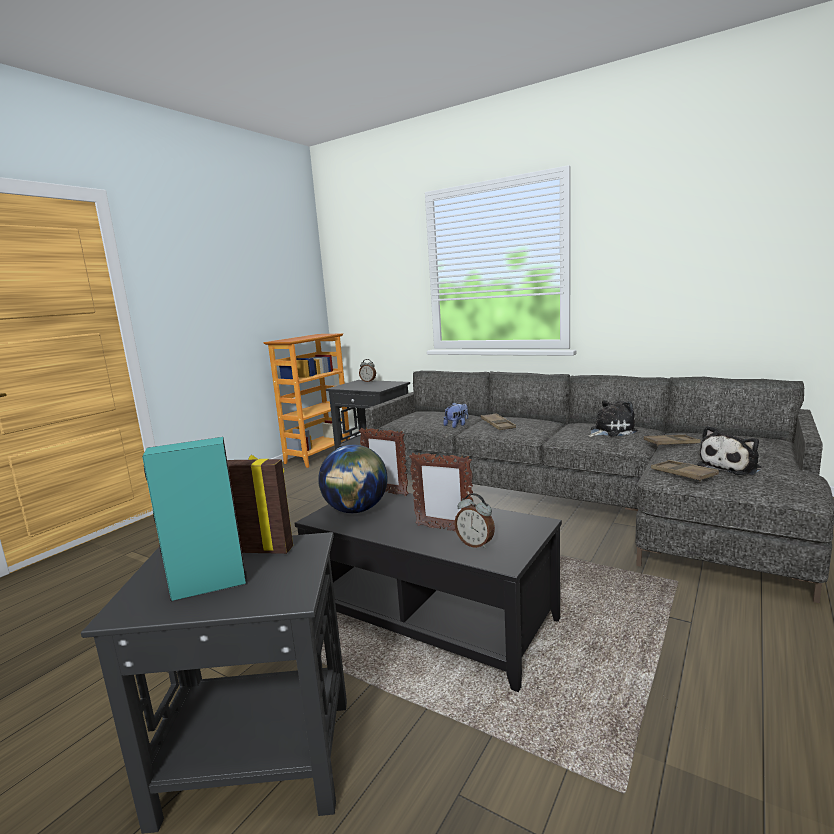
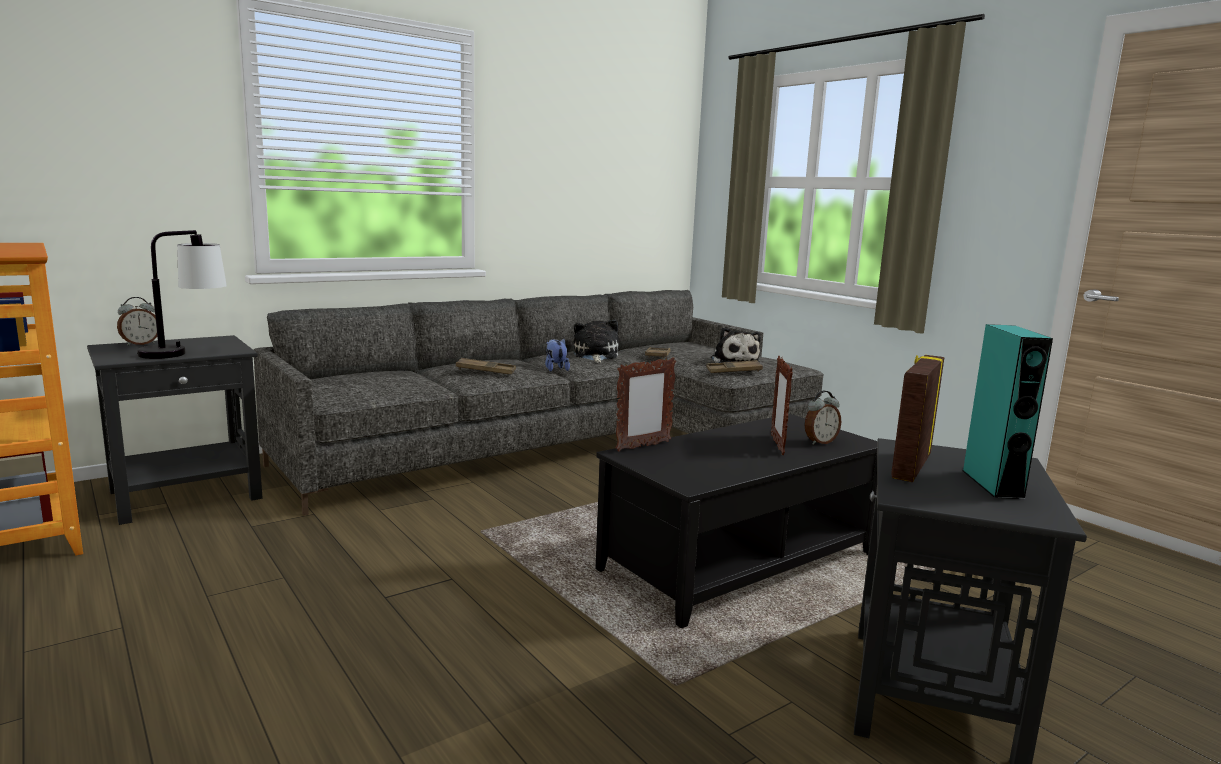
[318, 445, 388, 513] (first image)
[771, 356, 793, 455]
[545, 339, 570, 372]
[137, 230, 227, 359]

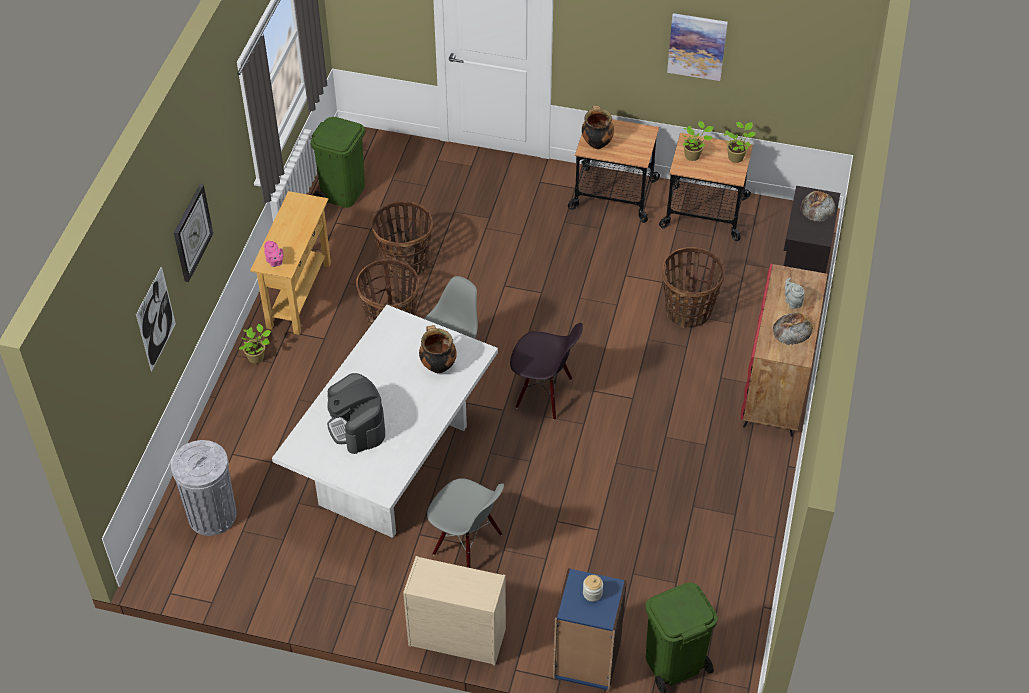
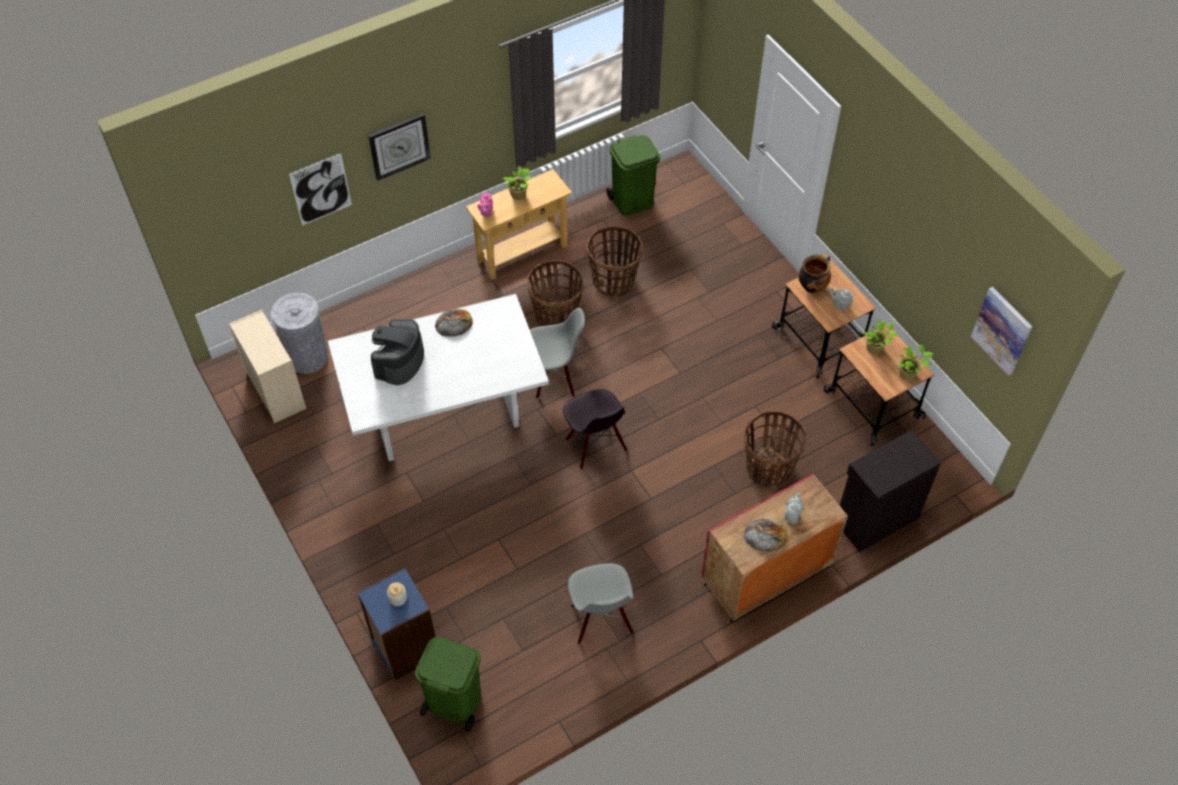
[503, 167, 531, 200]
[229, 310, 306, 423]
[419, 325, 457, 373] (first image)
[568, 563, 634, 644]
[971, 287, 1032, 376]
[435, 309, 473, 337]
[829, 288, 853, 311]

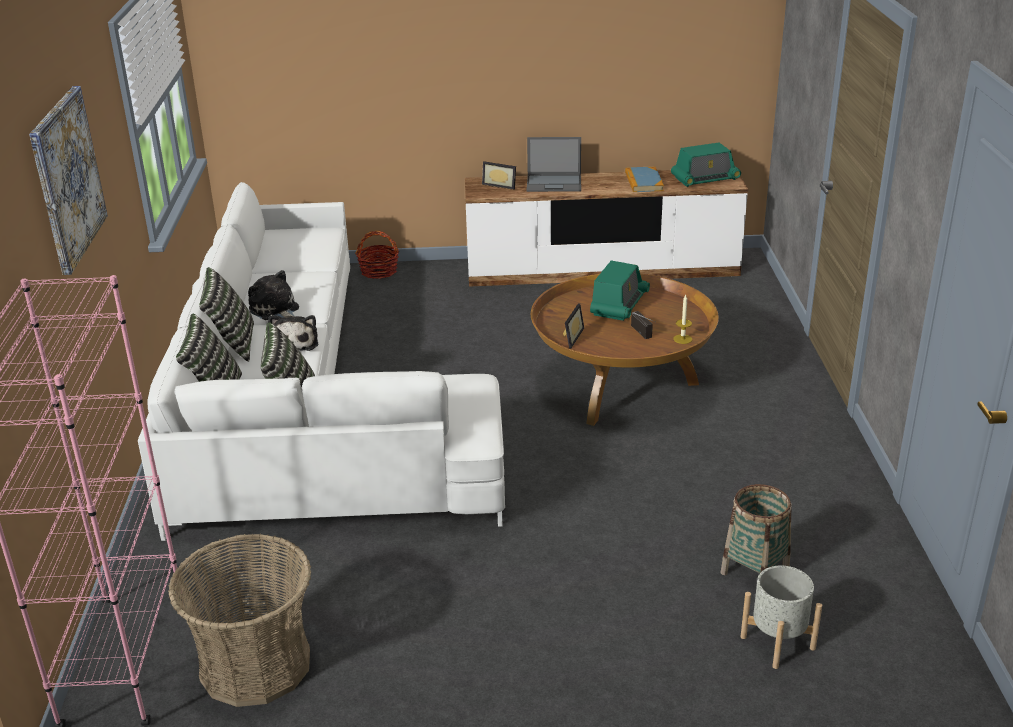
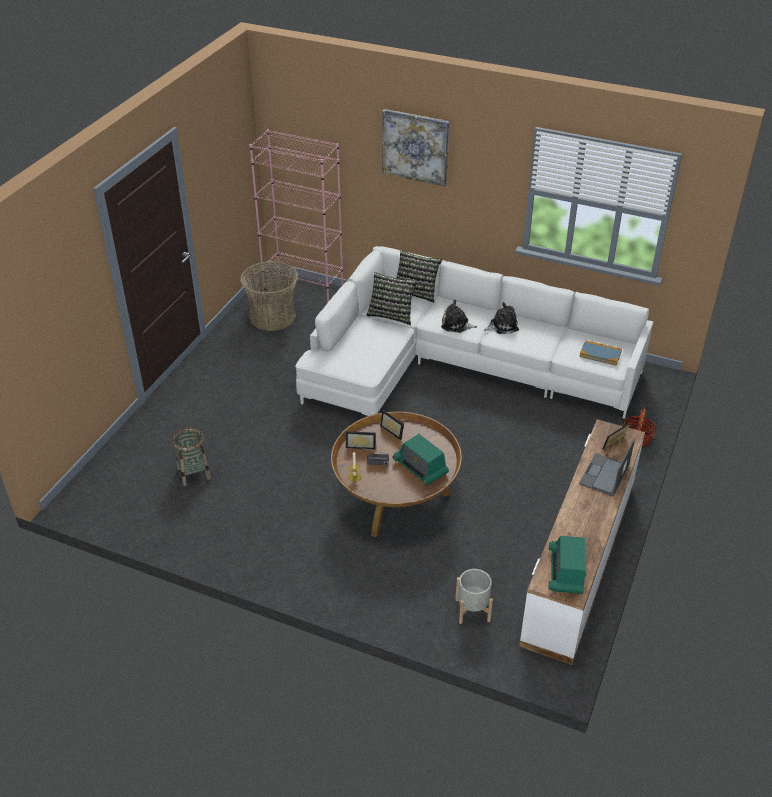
[199, 267, 254, 362] (first image)
[579, 340, 622, 366]
[455, 569, 493, 624]
[346, 431, 376, 450]

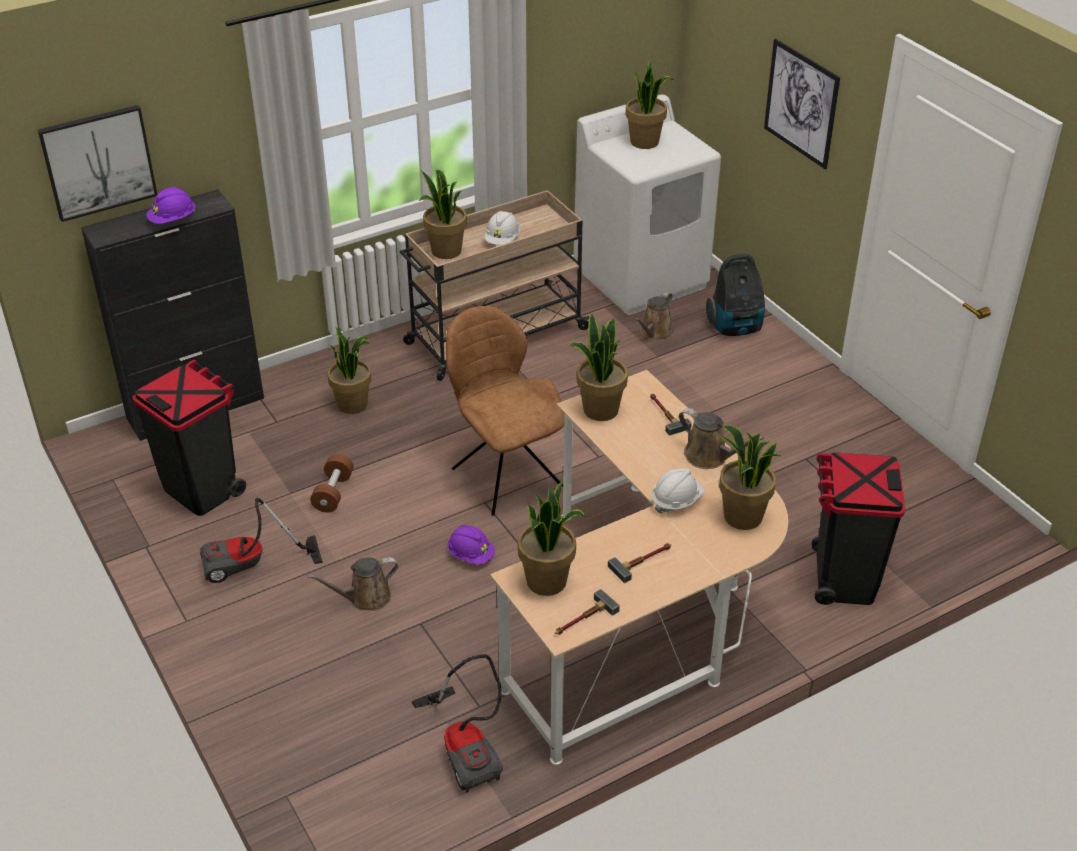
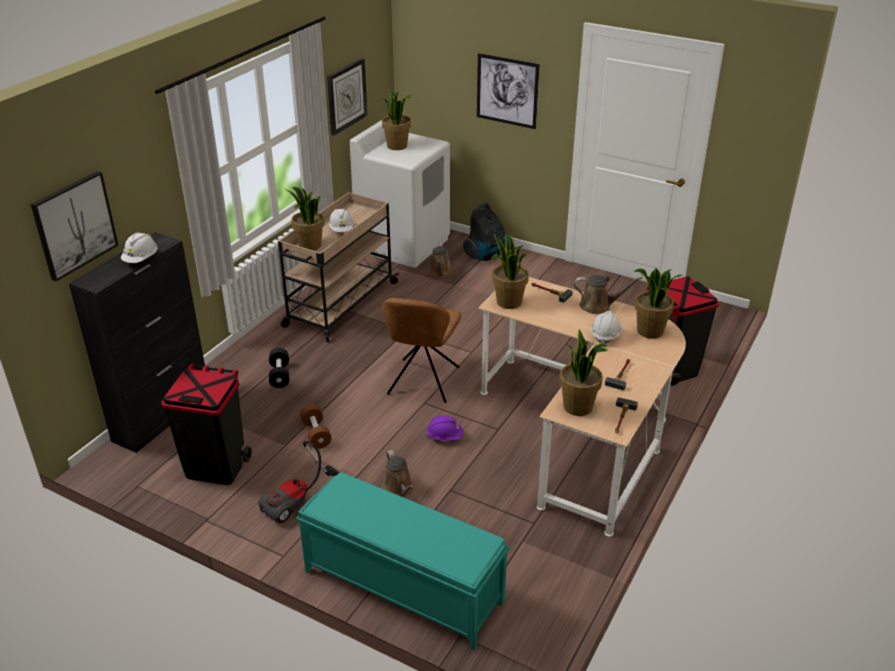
[121, 232, 158, 263]
[382, 450, 414, 498]
[269, 348, 289, 388]
[412, 654, 503, 793] (first image)
[382, 298, 461, 403]
[296, 473, 510, 650]
[327, 58, 367, 136]

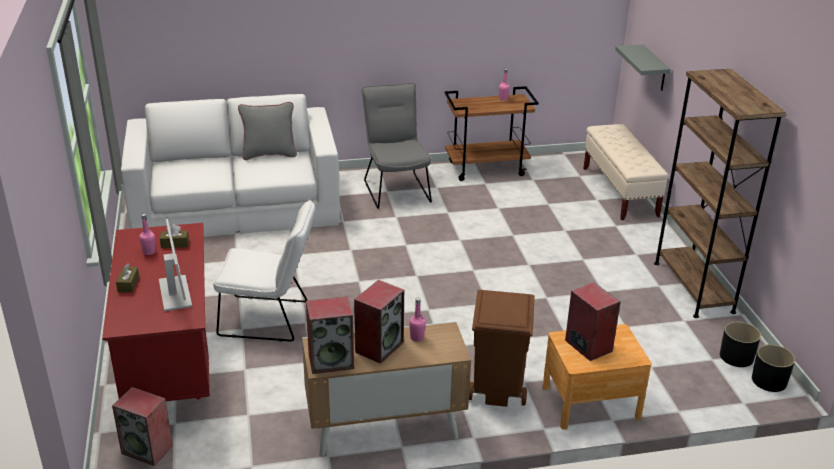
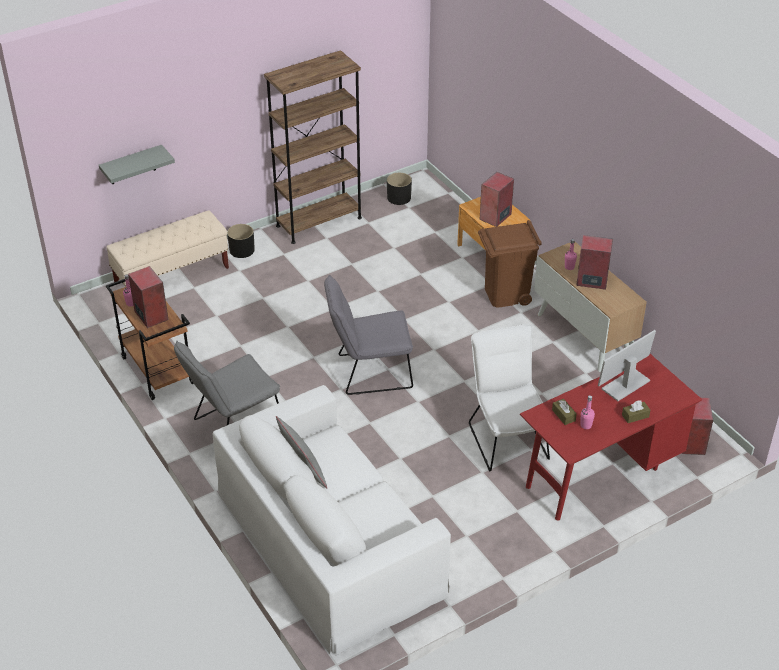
[128, 266, 169, 328]
[227, 224, 255, 258]
[324, 275, 413, 395]

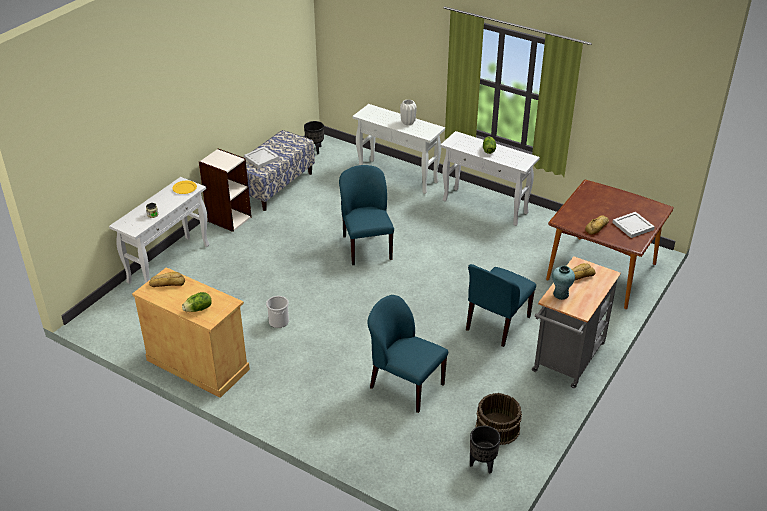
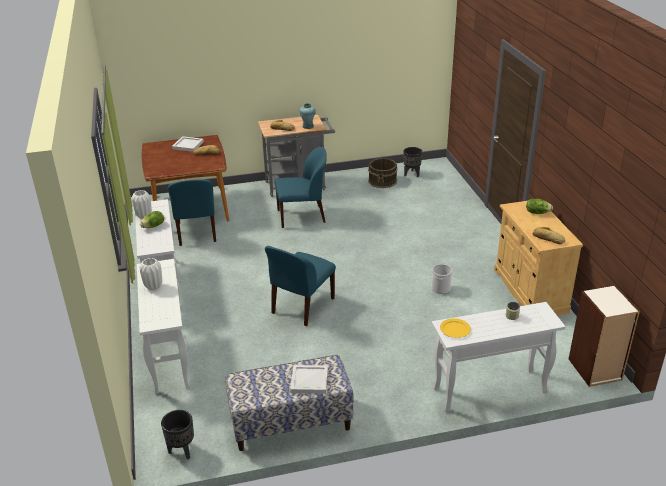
[569, 285, 640, 387]
[168, 180, 216, 246]
[131, 190, 152, 219]

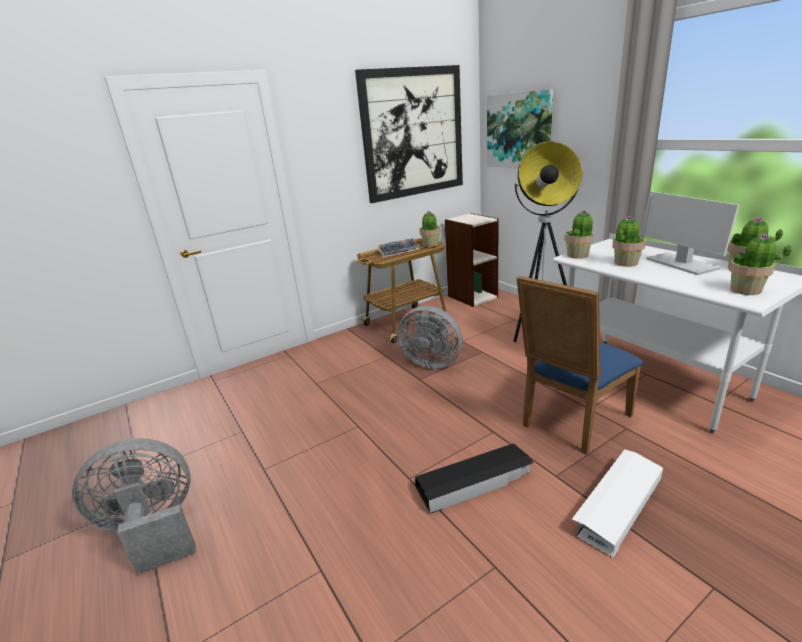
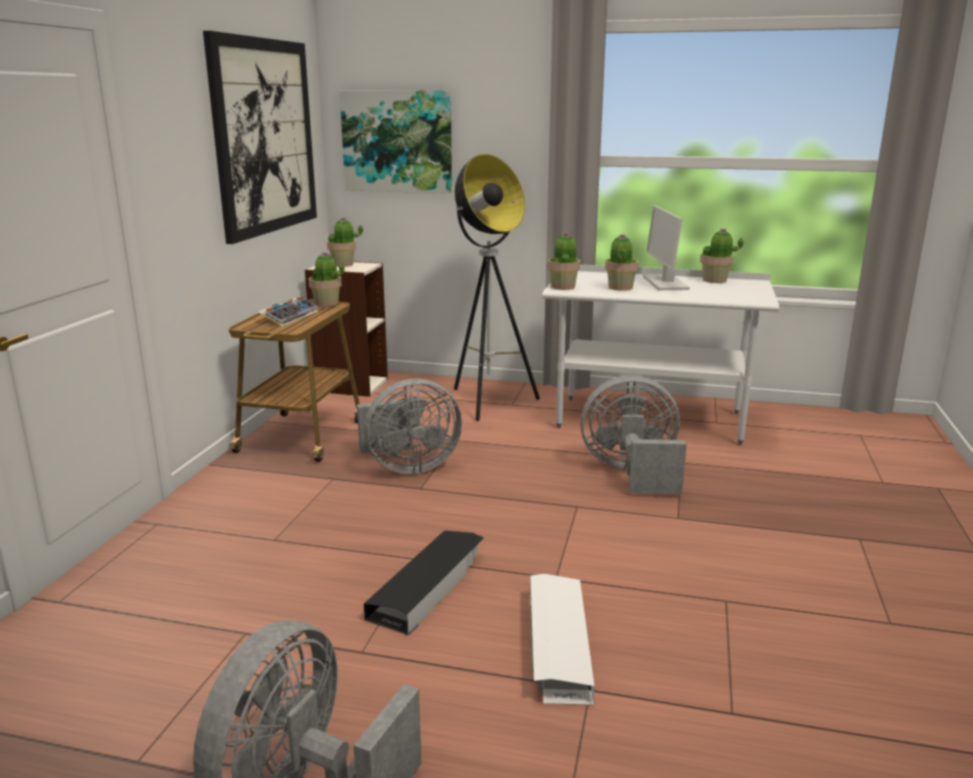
[364, 530, 484, 635]
[580, 375, 687, 494]
[530, 574, 595, 705]
[643, 205, 690, 290]
[327, 217, 363, 267]

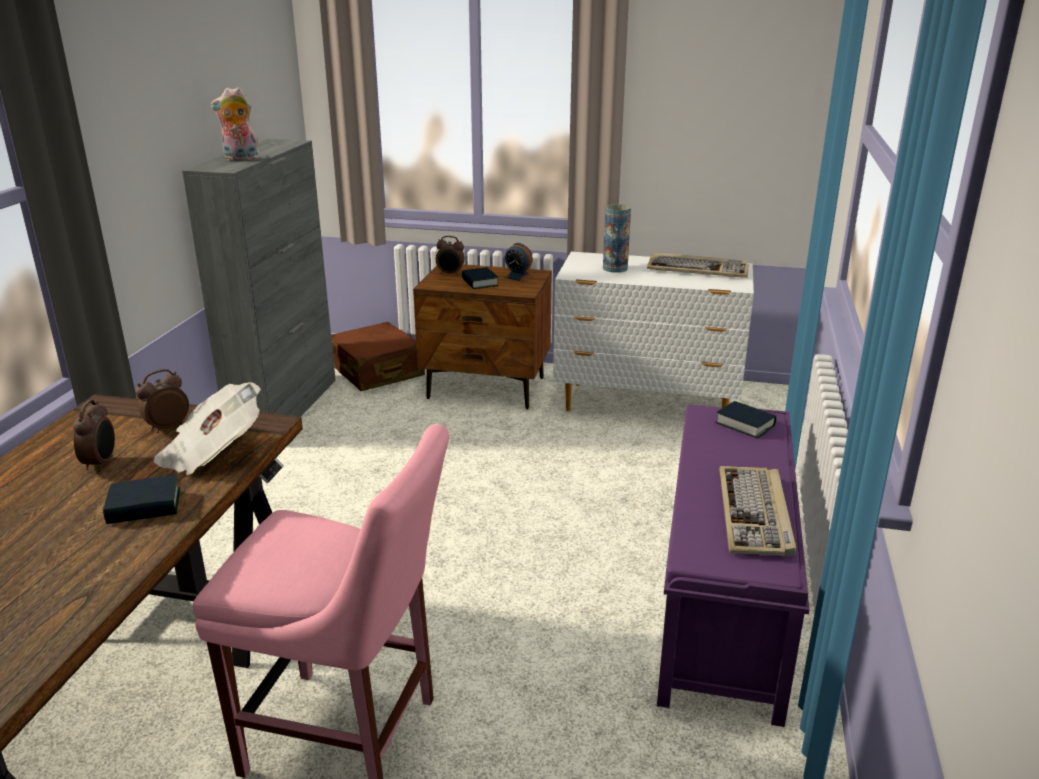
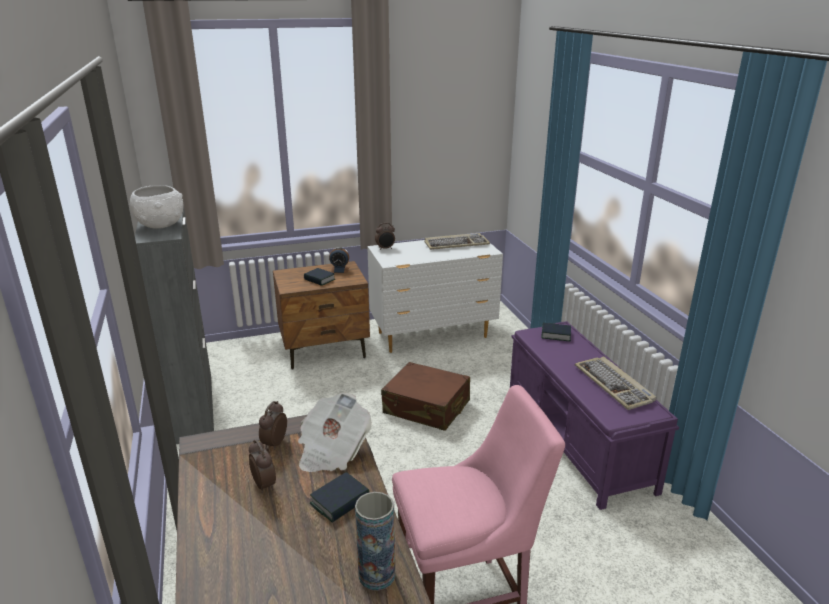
[130, 185, 183, 228]
[381, 362, 470, 431]
[375, 223, 395, 250]
[355, 492, 395, 591]

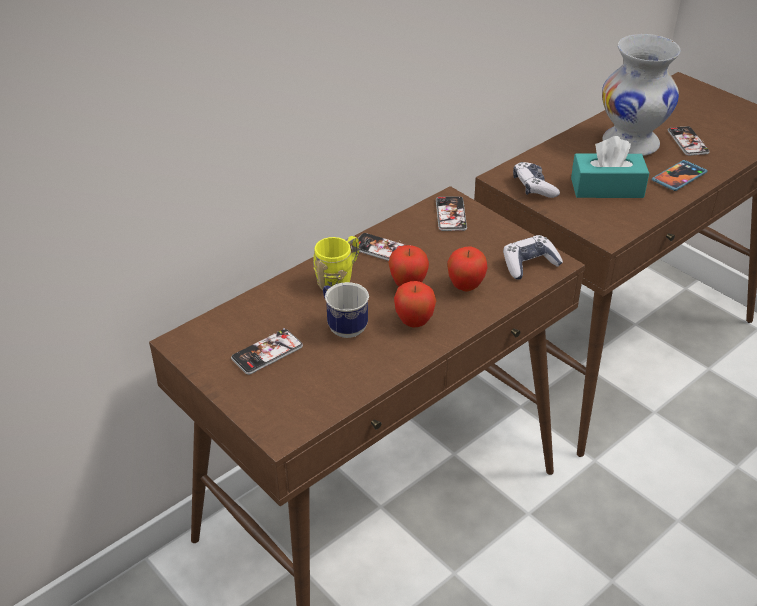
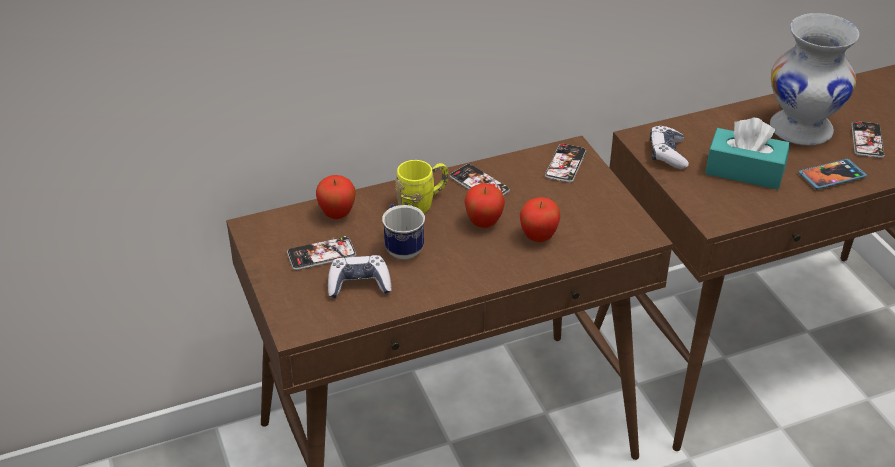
[316, 175, 356, 219]
[328, 255, 392, 299]

